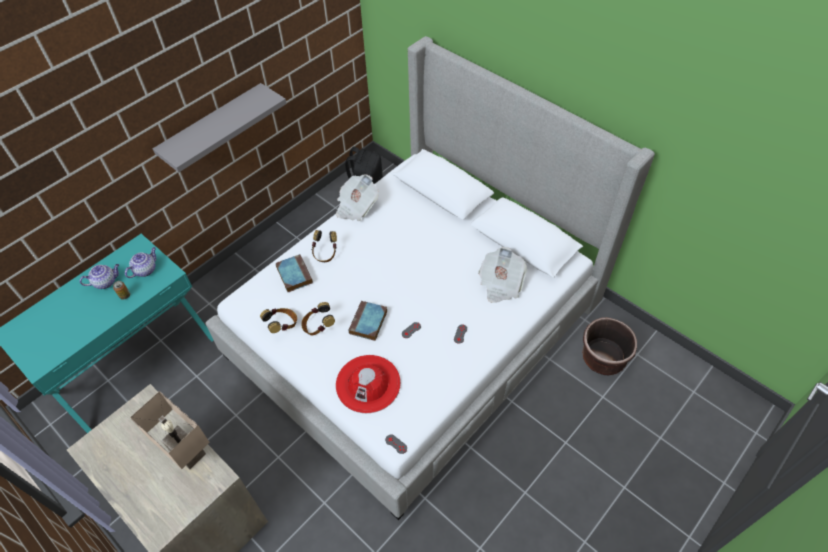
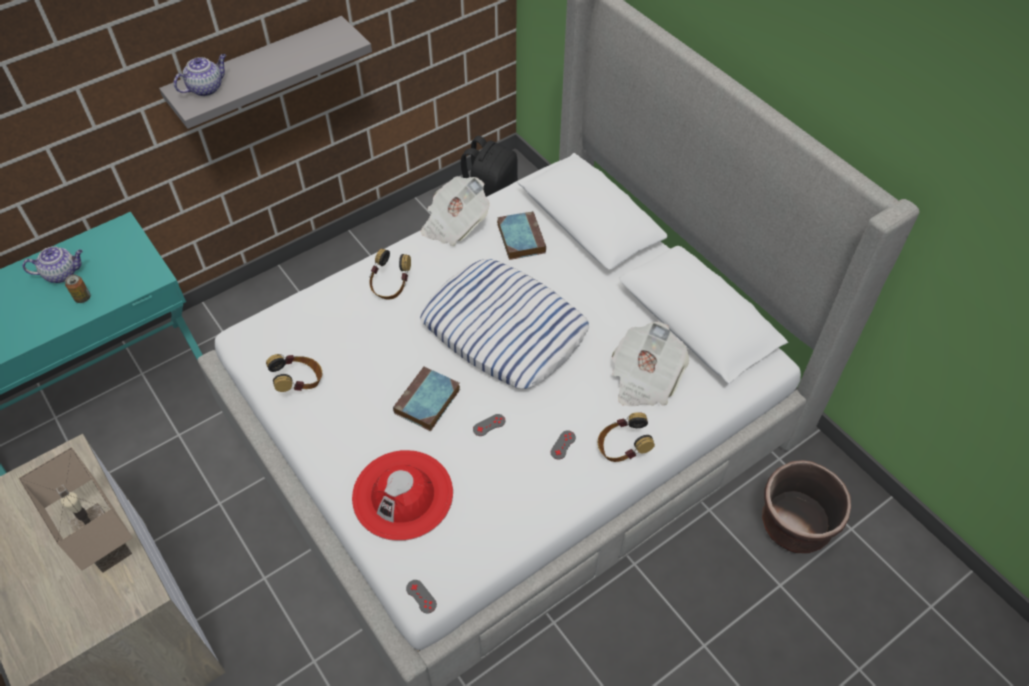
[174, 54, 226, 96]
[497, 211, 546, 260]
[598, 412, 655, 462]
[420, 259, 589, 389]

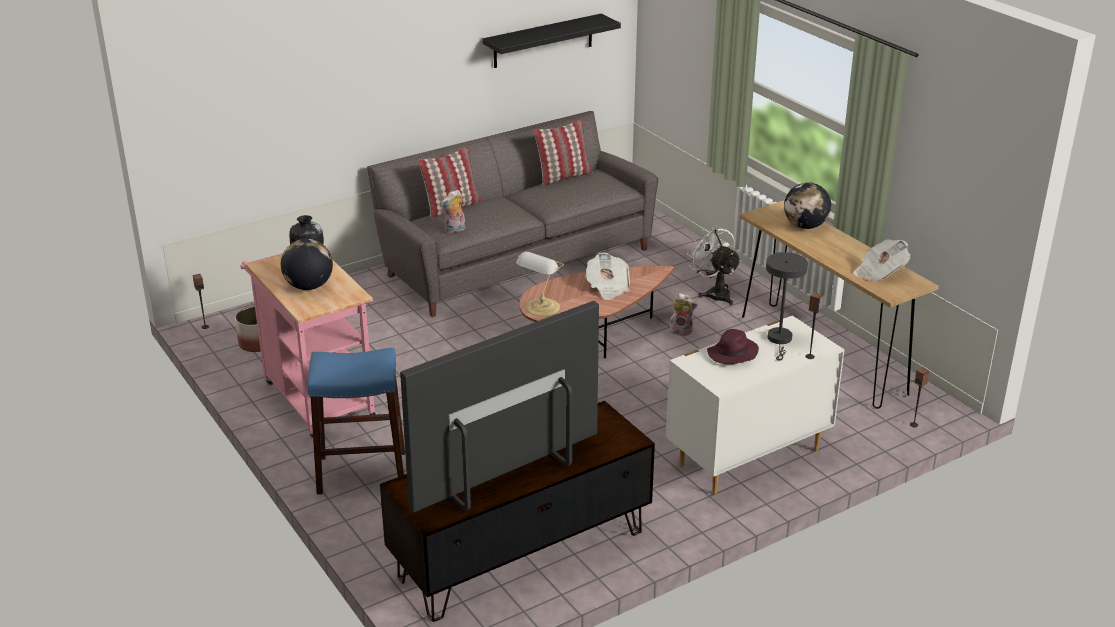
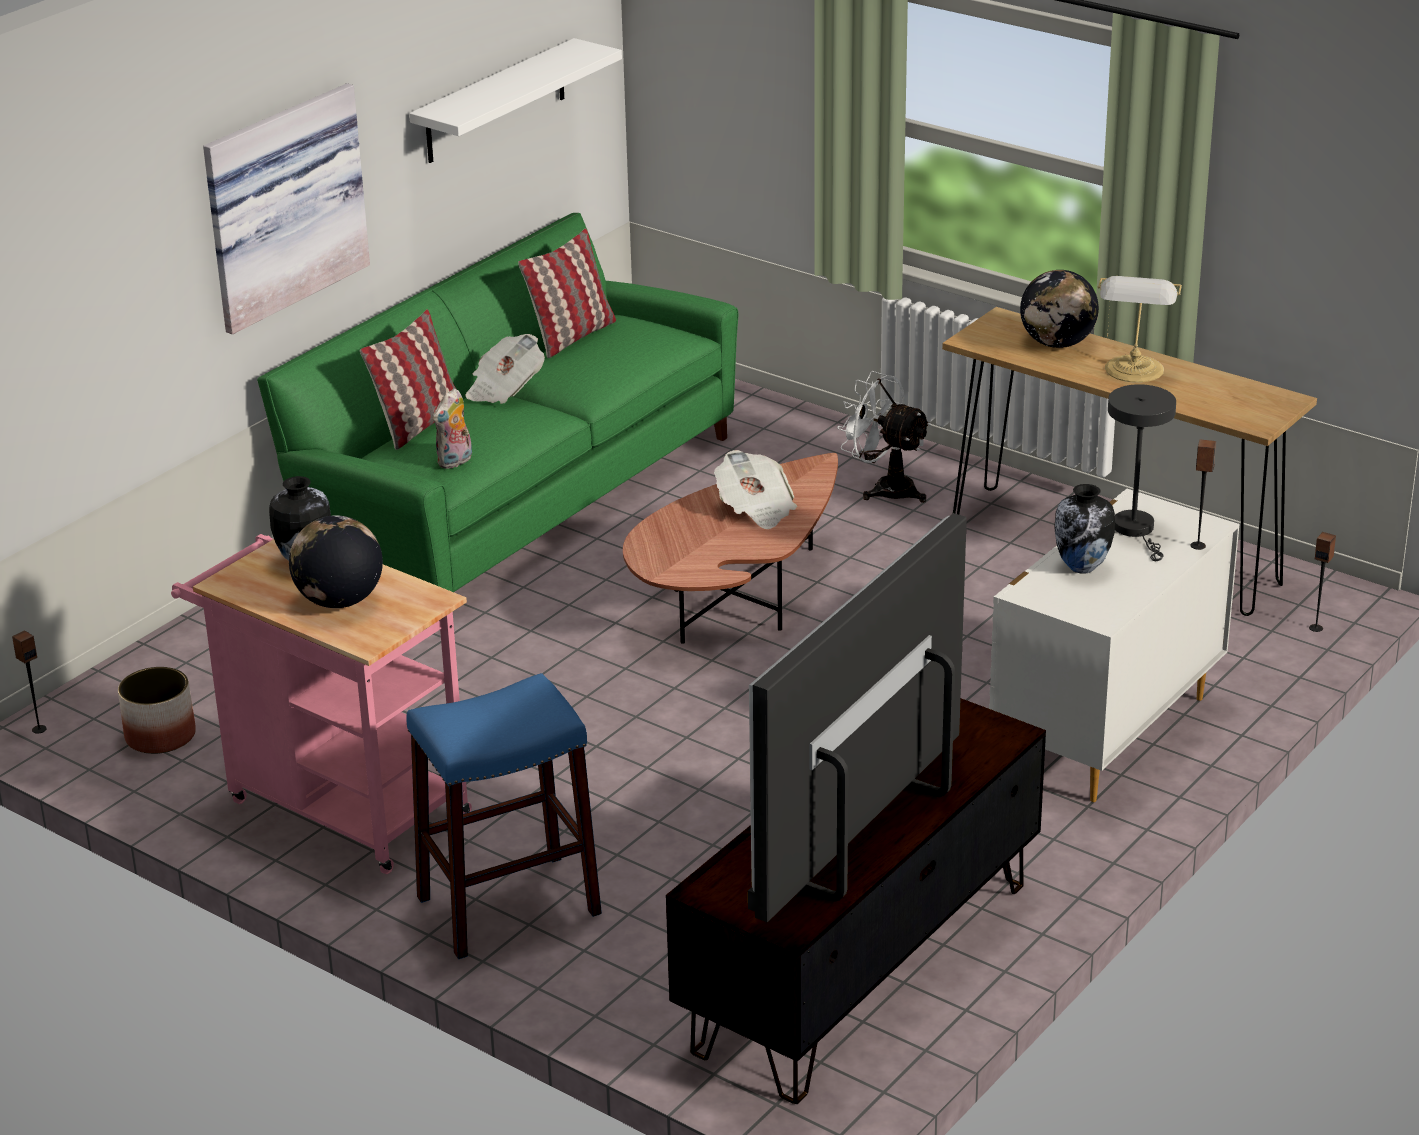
[257, 213, 738, 592]
[409, 38, 622, 163]
[1097, 276, 1182, 383]
[670, 293, 698, 336] (first image)
[1055, 484, 1115, 574]
[465, 334, 545, 404]
[203, 83, 370, 334]

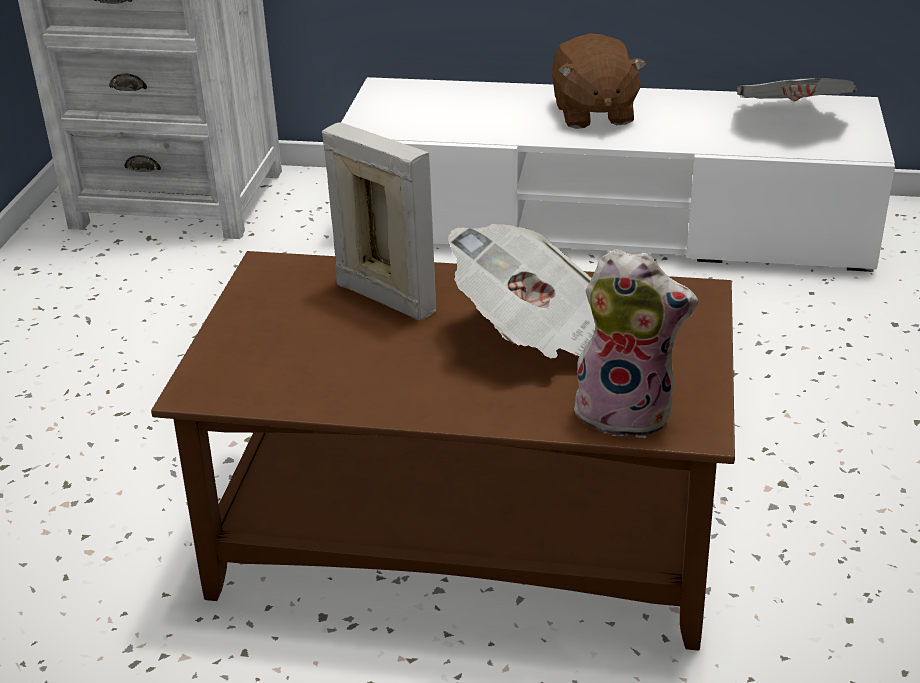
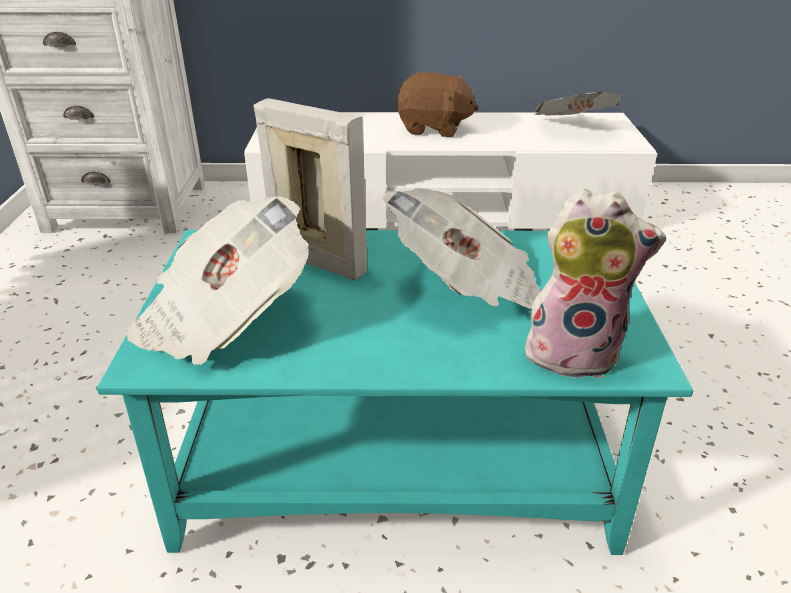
[97, 230, 694, 555]
[397, 72, 479, 137]
[127, 196, 309, 365]

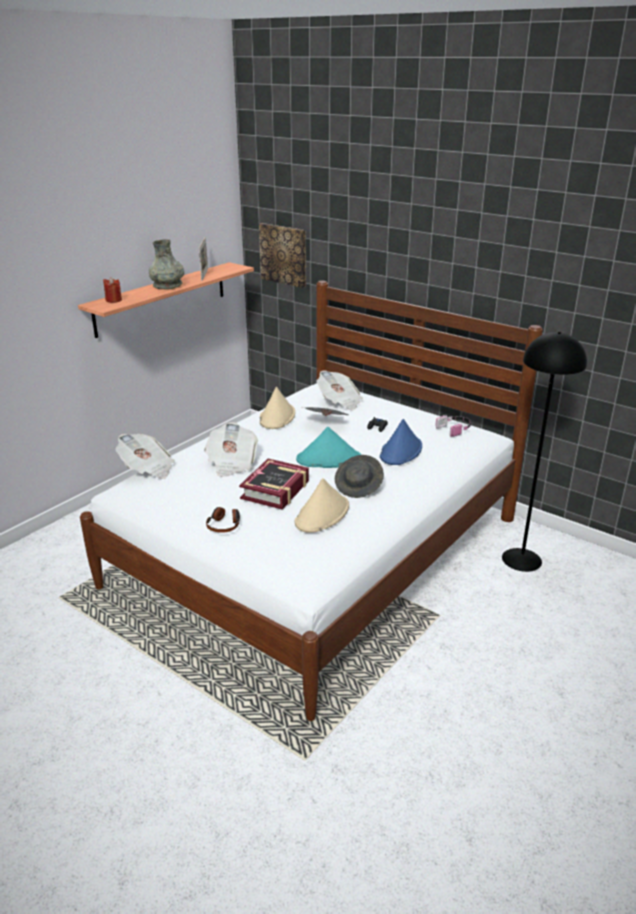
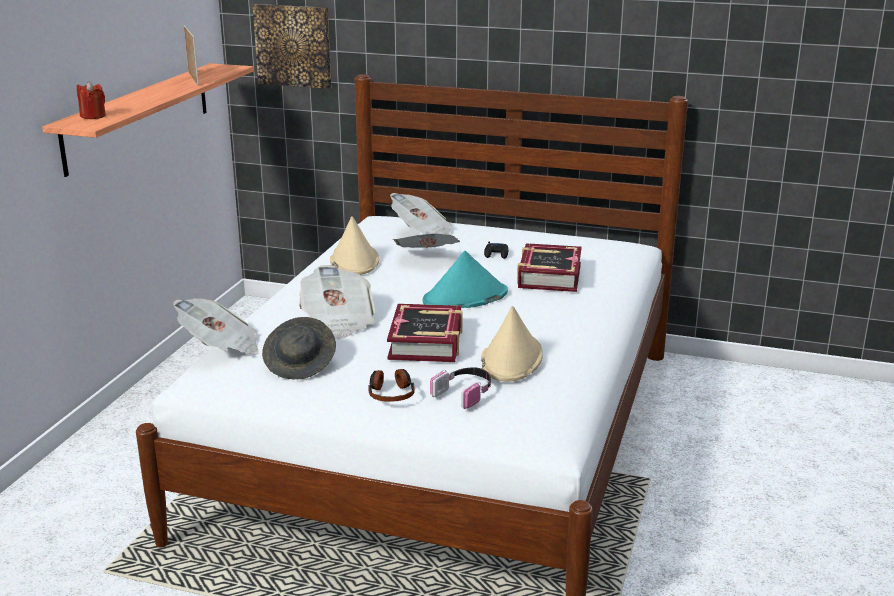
[149, 239, 184, 290] (first image)
[262, 317, 336, 379]
[517, 243, 582, 292]
[430, 367, 491, 409]
[502, 332, 587, 572] (first image)

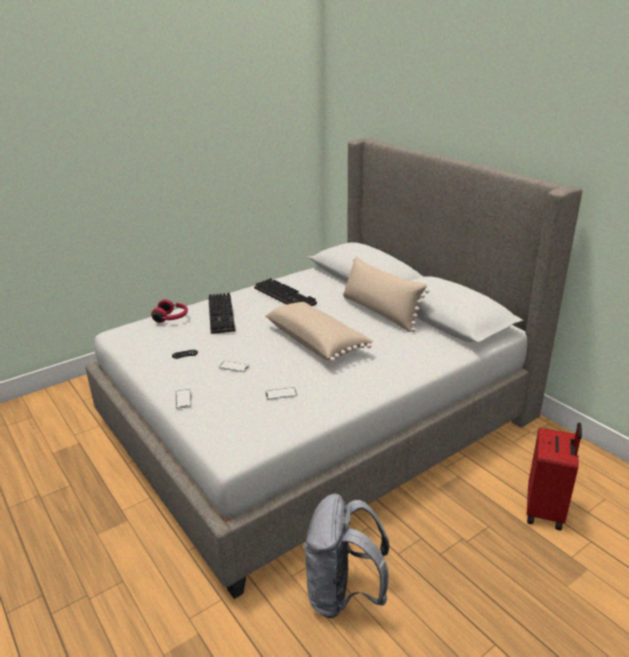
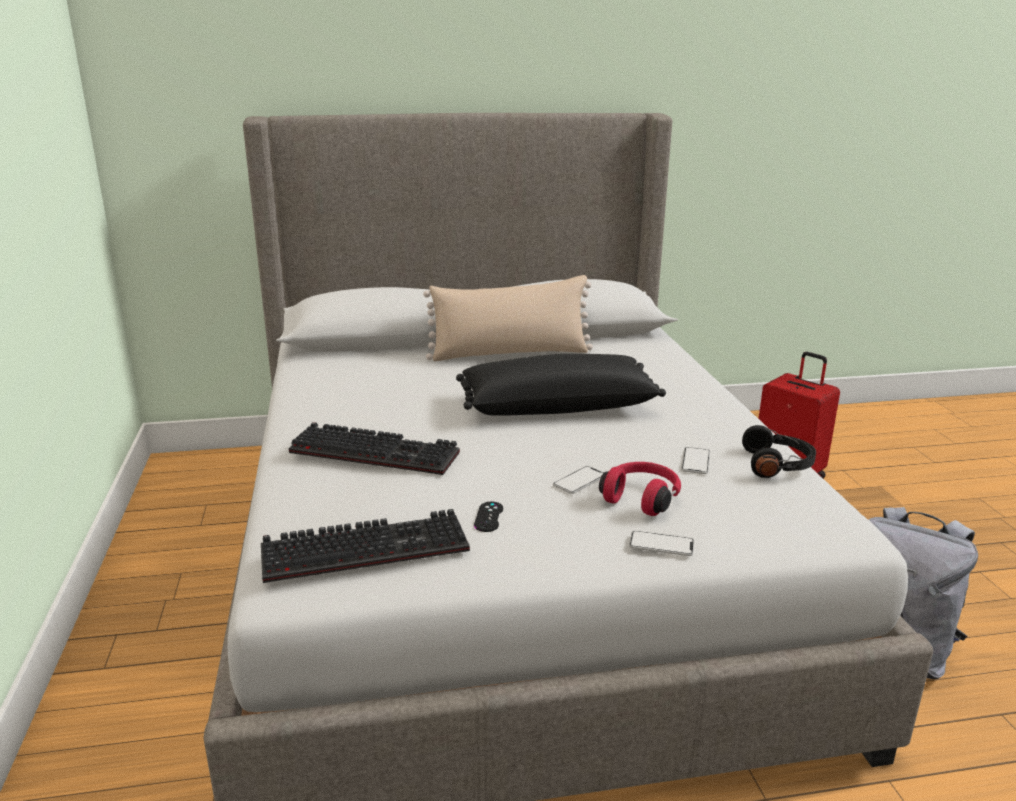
[599, 462, 681, 516]
[261, 509, 470, 583]
[456, 354, 666, 416]
[742, 425, 816, 478]

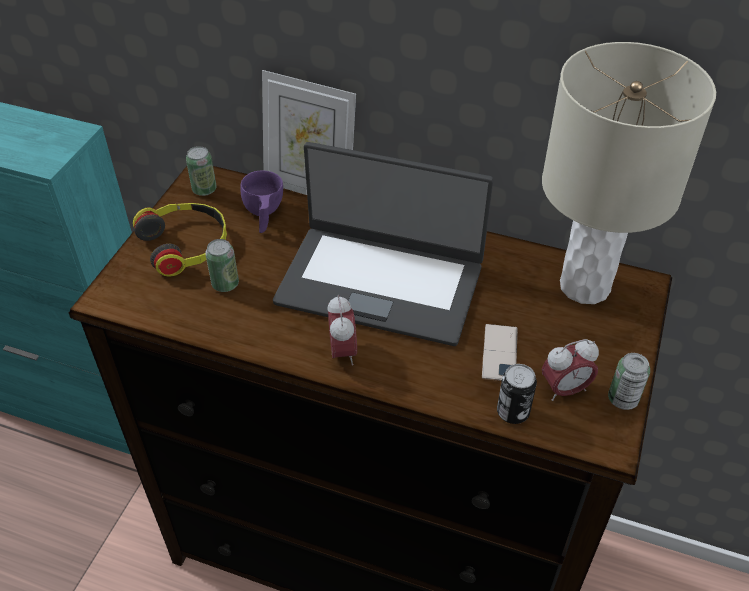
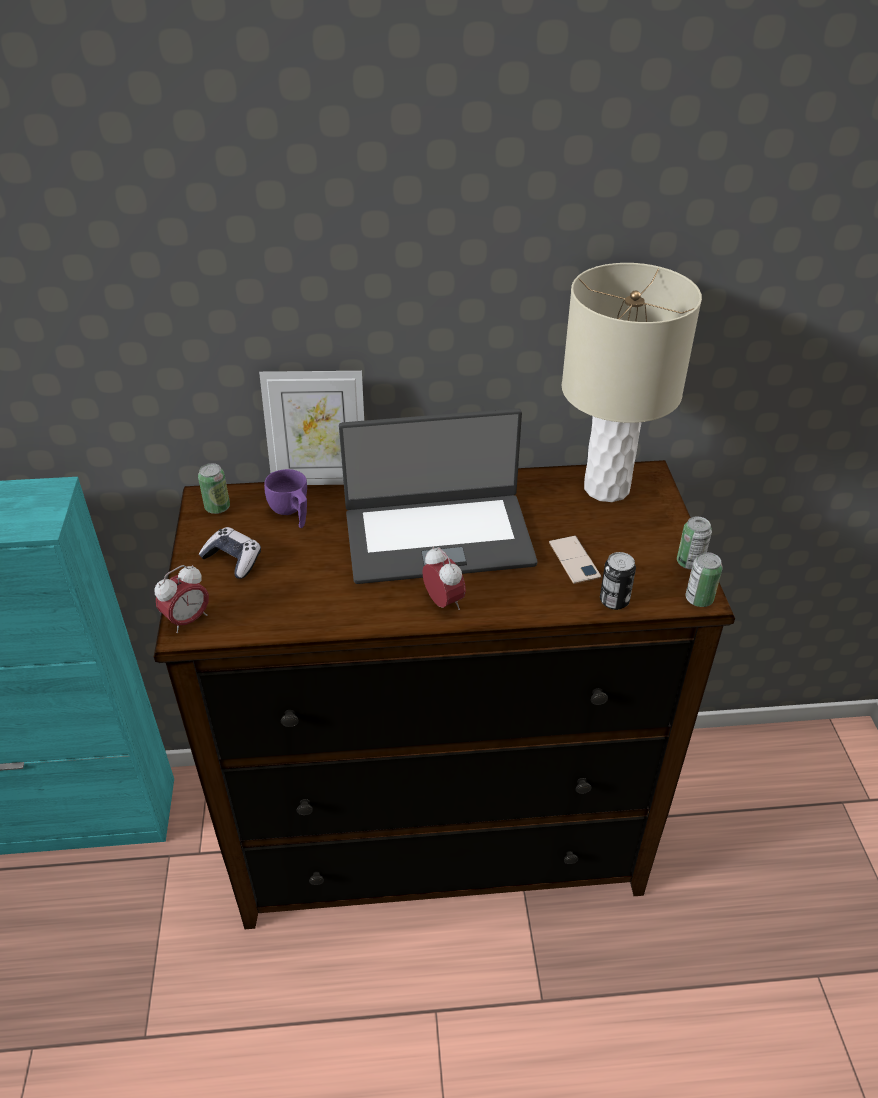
[198, 527, 261, 579]
[686, 552, 723, 607]
[155, 565, 209, 633]

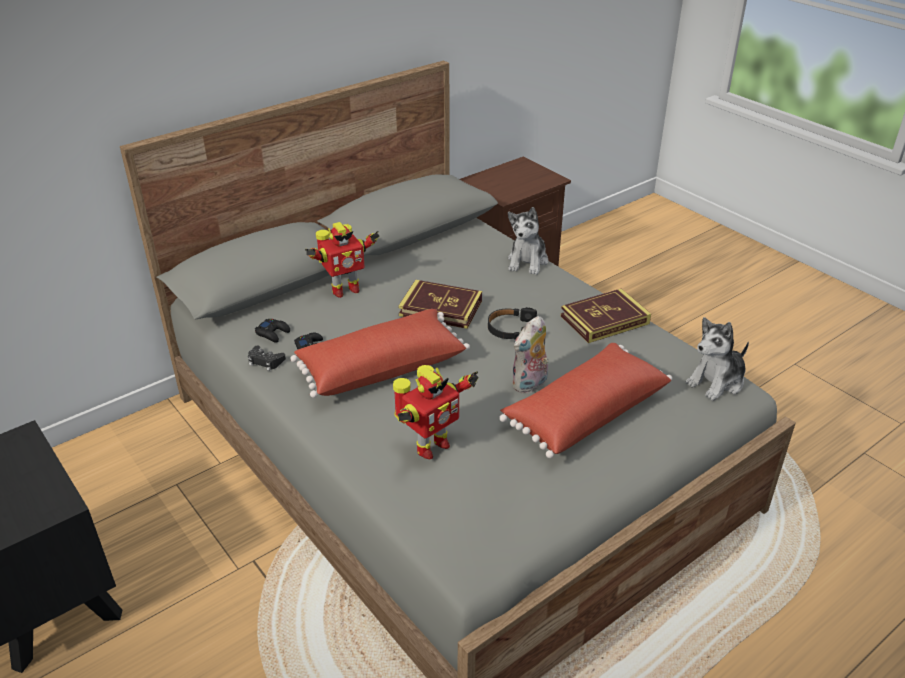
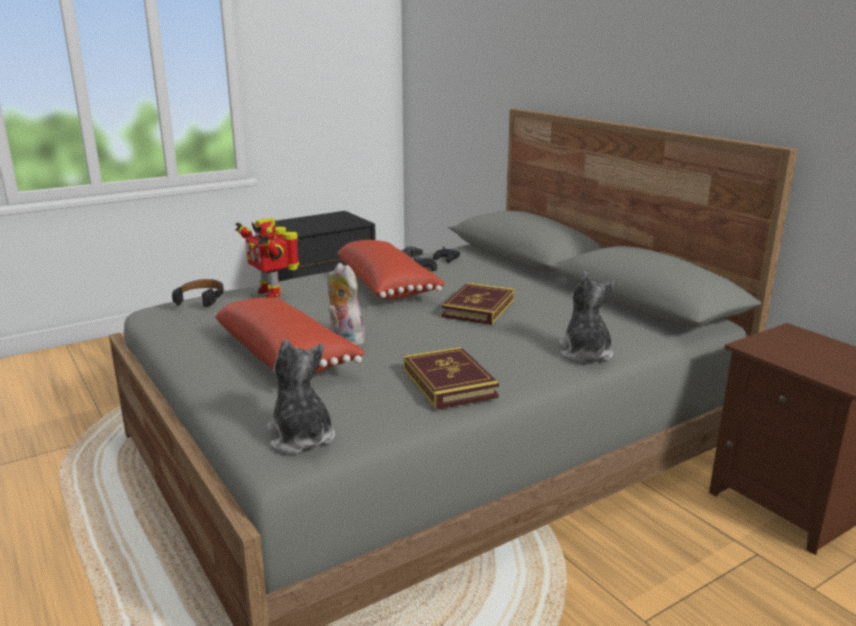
[305, 222, 380, 298] (first image)
[172, 279, 224, 307]
[559, 272, 615, 362]

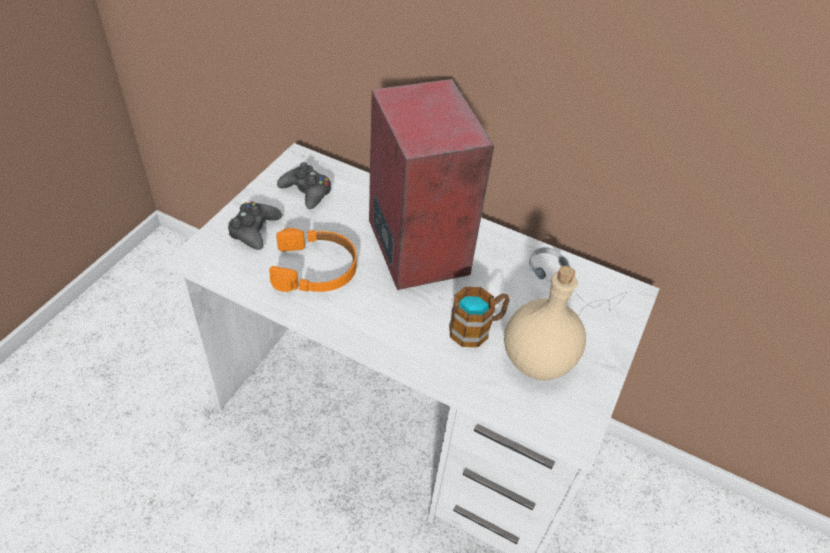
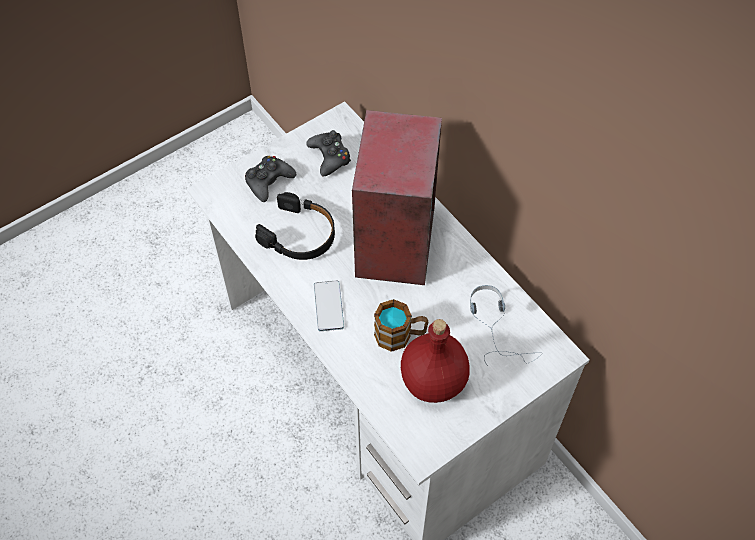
[255, 192, 335, 260]
[401, 319, 470, 403]
[314, 280, 344, 331]

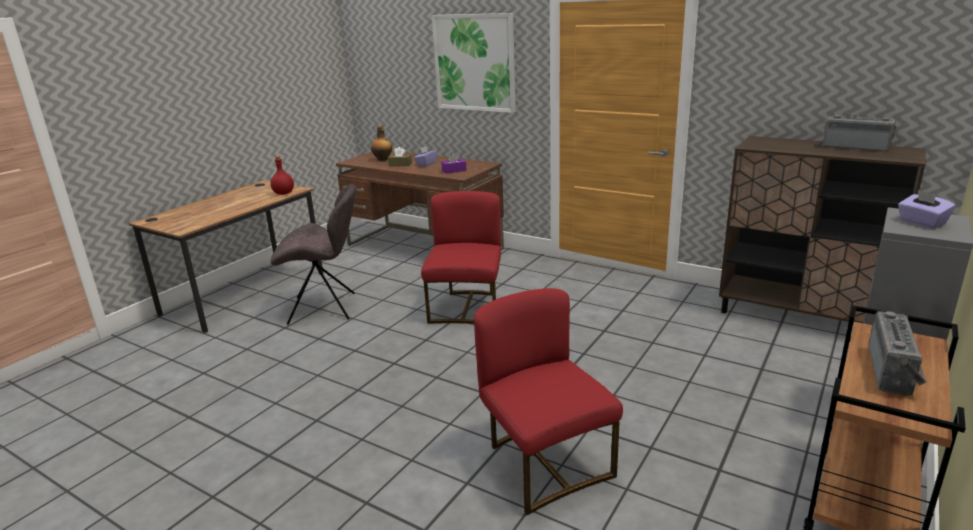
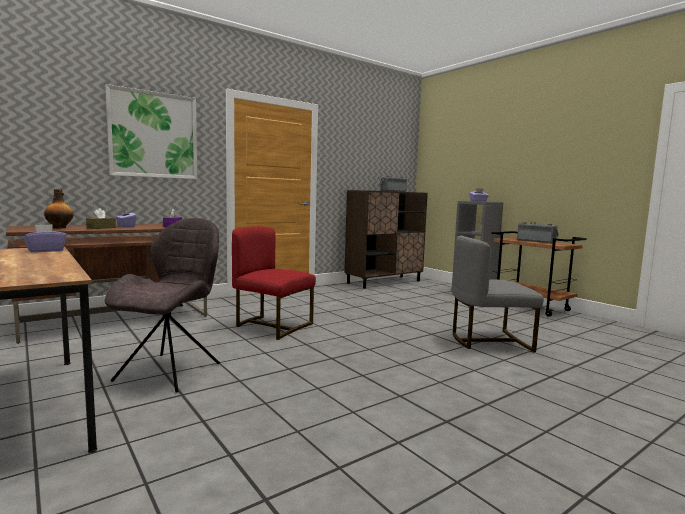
[23, 224, 66, 253]
[452, 236, 543, 352]

